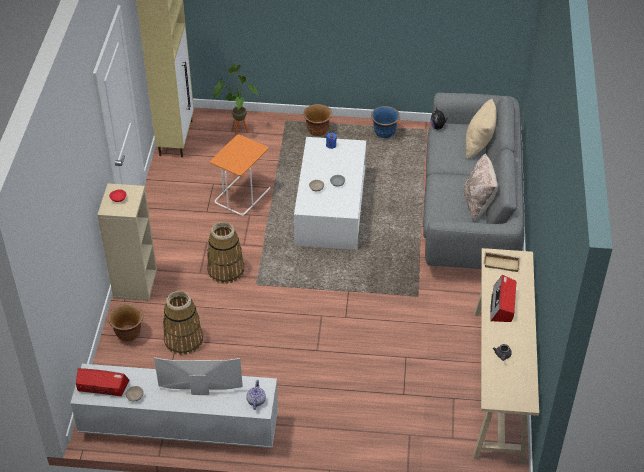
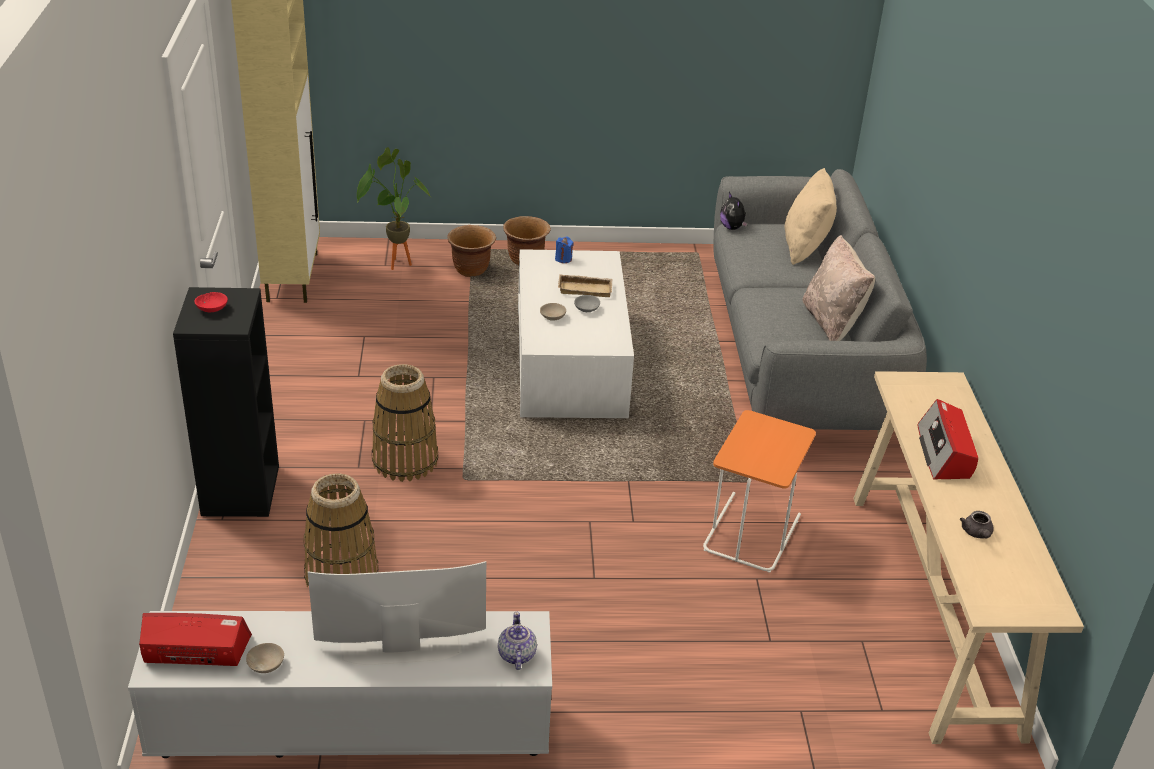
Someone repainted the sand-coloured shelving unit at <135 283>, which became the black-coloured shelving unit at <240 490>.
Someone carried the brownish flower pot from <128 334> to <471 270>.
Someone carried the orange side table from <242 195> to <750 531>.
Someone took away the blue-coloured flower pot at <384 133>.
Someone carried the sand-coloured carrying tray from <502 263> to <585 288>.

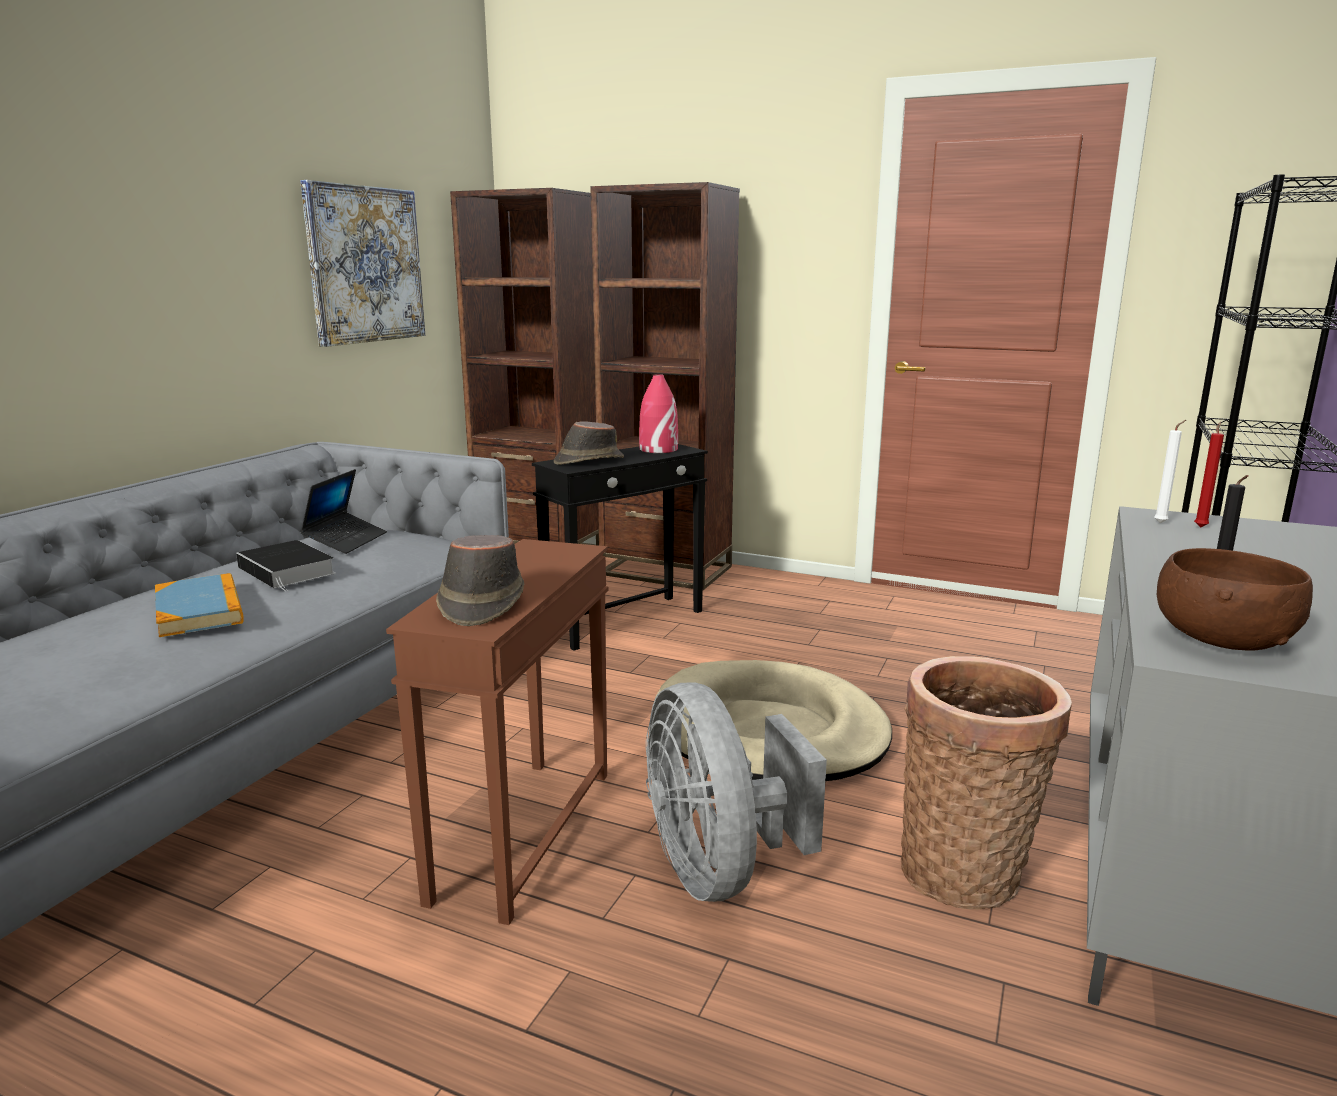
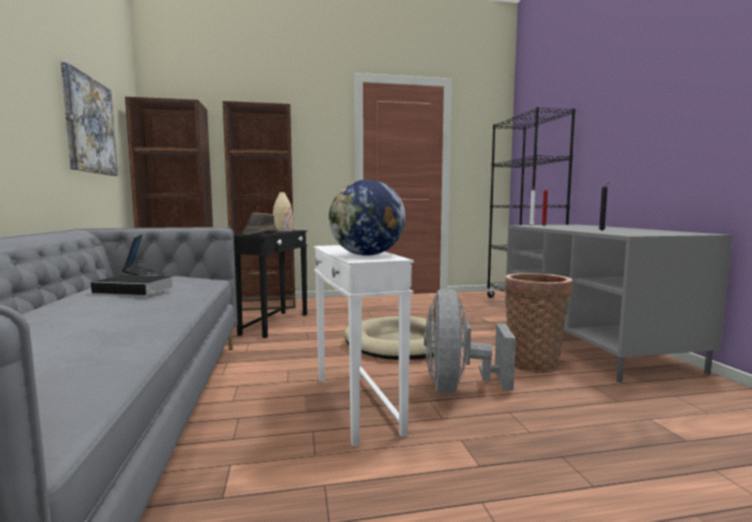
Someone took away the book at <199 610>.
Someone repainted the brownish side table at <522 834>, which became the whitish side table at <356 404>.
Someone swapped the brownish clothing hat at <481 603> for the desk globe at <367 255>.
Someone repainted the red-coloured vase at <658 449>, which became the sand-coloured vase at <283 230>.
Someone rotated the greyish cooling fan at <719 868> by 60 degrees clockwise.
Someone took away the brownish deep dish at <1220 640>.

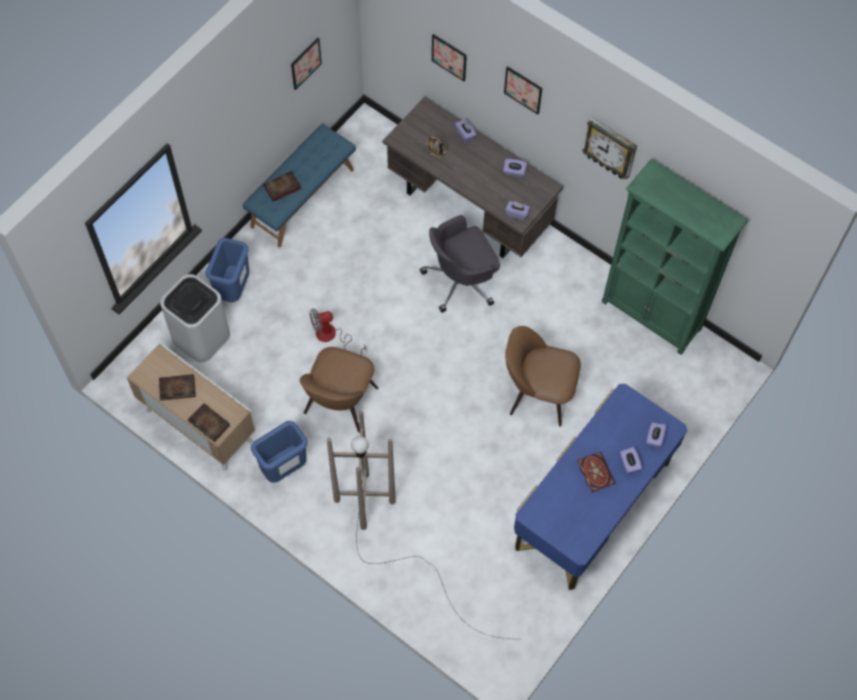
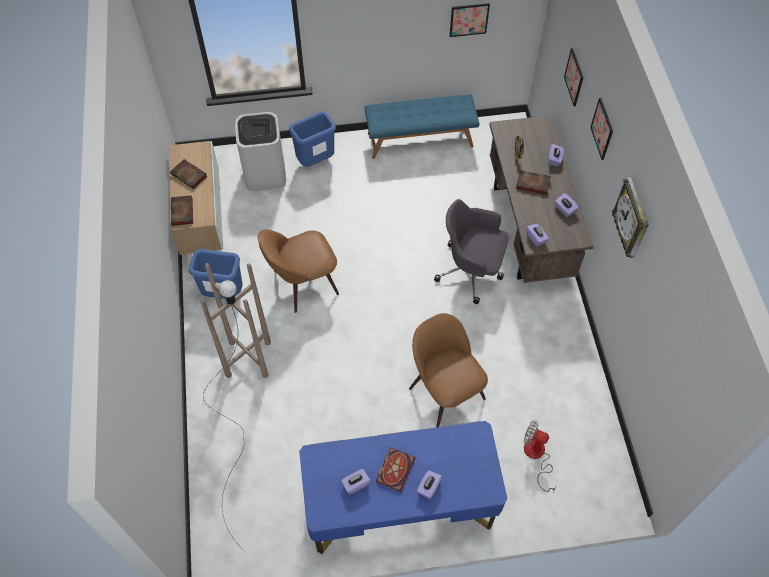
Someone carried the book from <281 188> to <532 184>.
Someone carried the cooling fan from <332 337> to <536 456>.
Someone took away the green shelving unit at <652 315>.
Someone carried the purplish box of tissues from <654 438> to <355 484>.

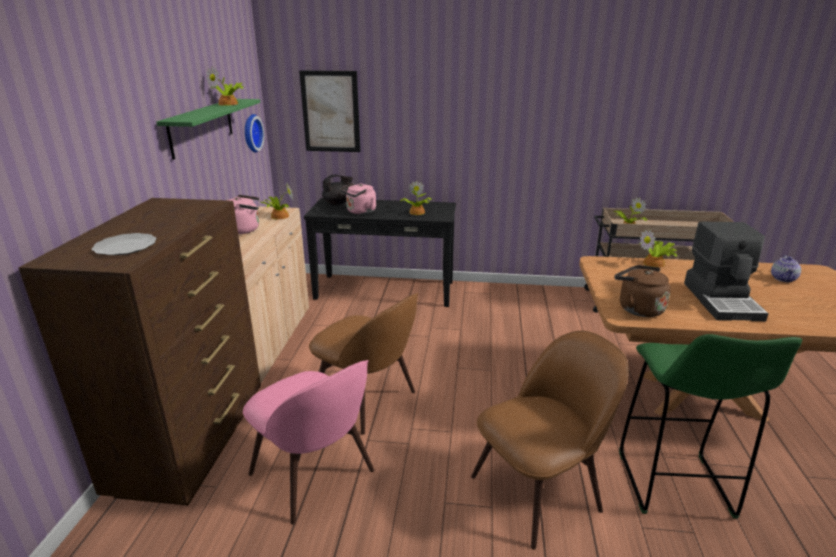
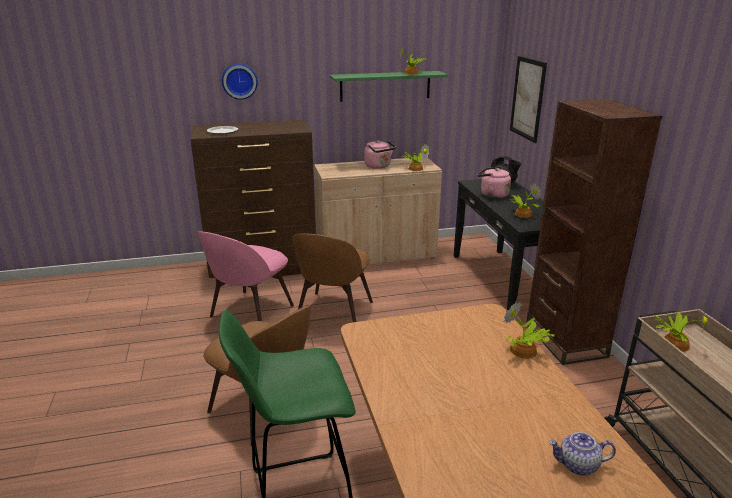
Someone carried the hanging clock from <251 133> to <239 81>.
Someone took away the brownish tea kettle at <637 308>.
Someone took away the coffee machine at <722 301>.
Someone put down the brownish shelving unit at <565 340>.

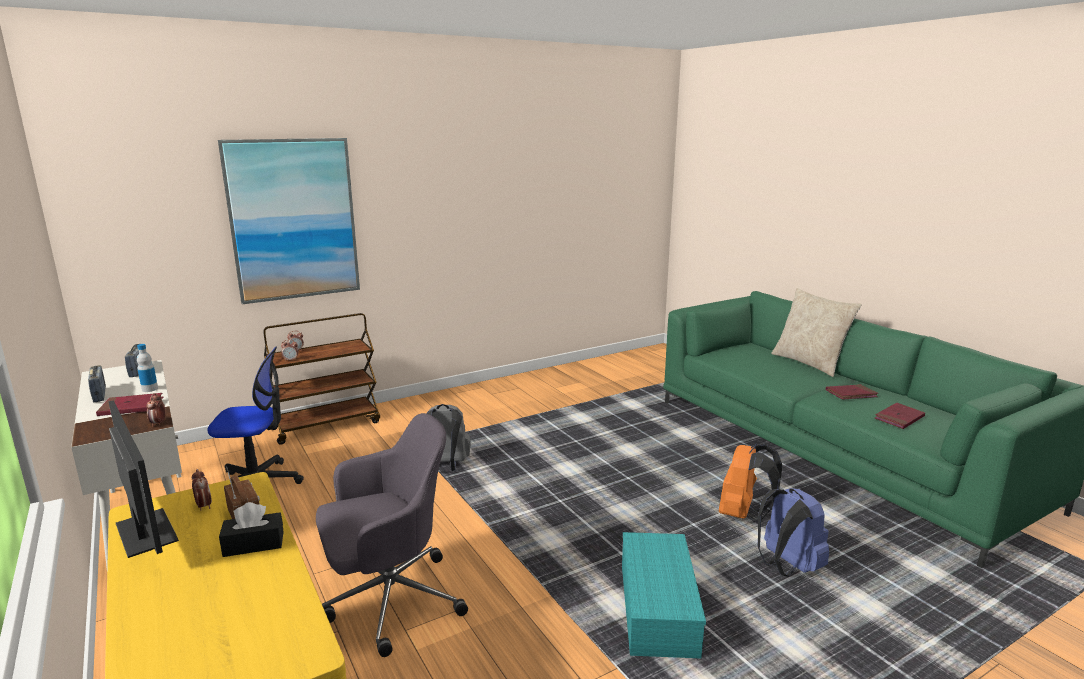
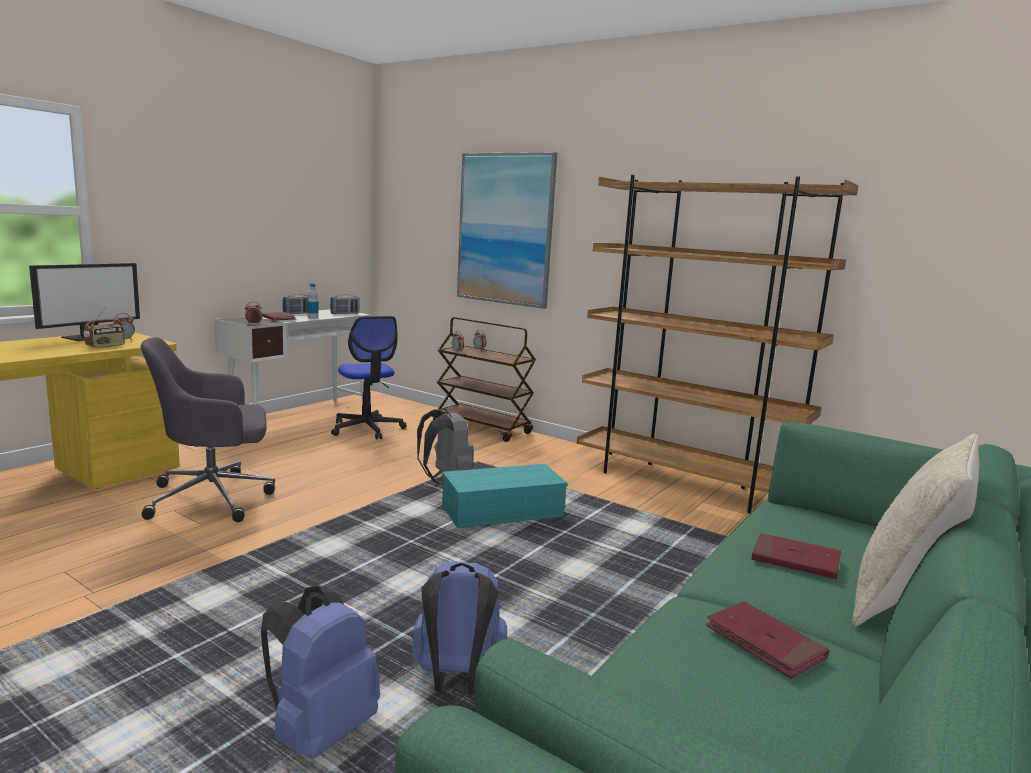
Someone took away the black-coloured box of tissues at <253 544>.
Someone rotated the greyish desk chair at <389 600> by 120 degrees clockwise.
Someone carried the turquoise storage bin from <656 607> to <503 511>.
Someone repainted the orange backpack at <743 514>, which became the blue-coloured backpack at <457 679>.
Someone carried the red-coloured book from <899 418> to <795 560>.
Someone put down the brownish shelving unit at <684 483>.

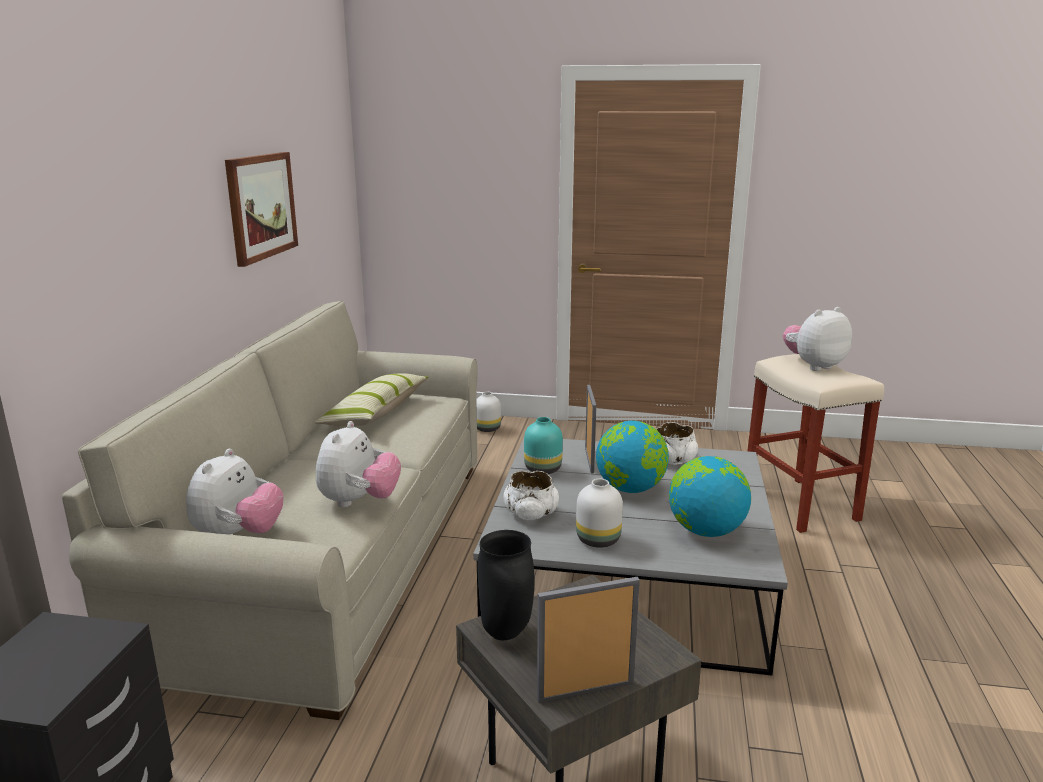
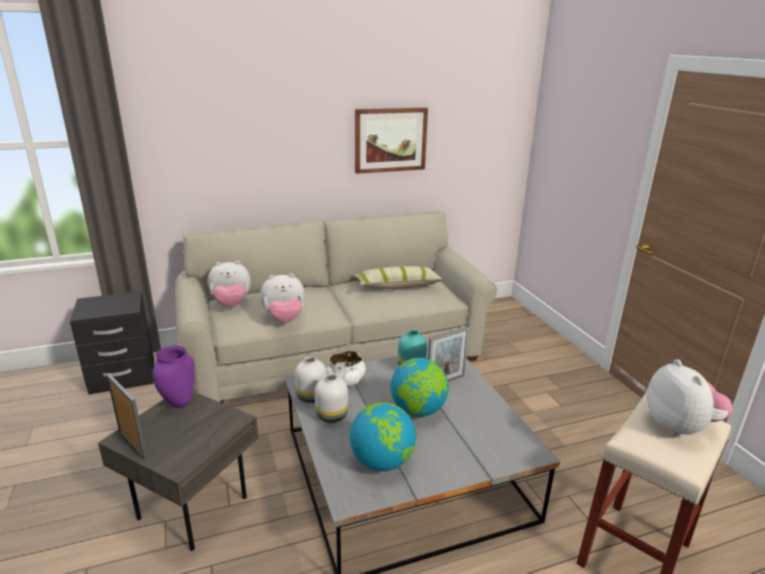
Someone carried the whitish vase from <488 429> to <311 397>.
Someone repainted the black-coloured vase at <504 633>, which became the purplish vase at <179 403>.
Someone took away the whitish deep dish at <672 460>.
Someone rotated the soft toy at <813 366> by 45 degrees clockwise.

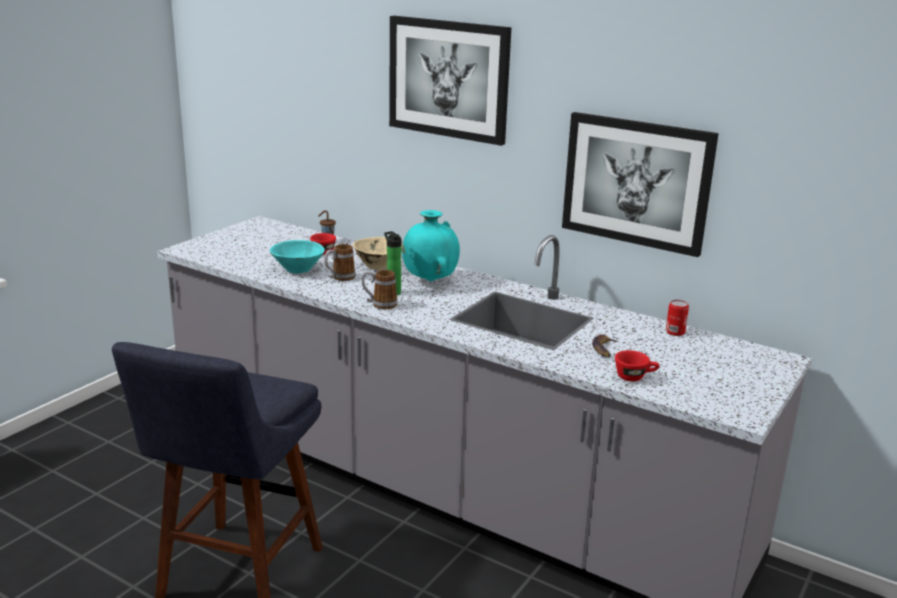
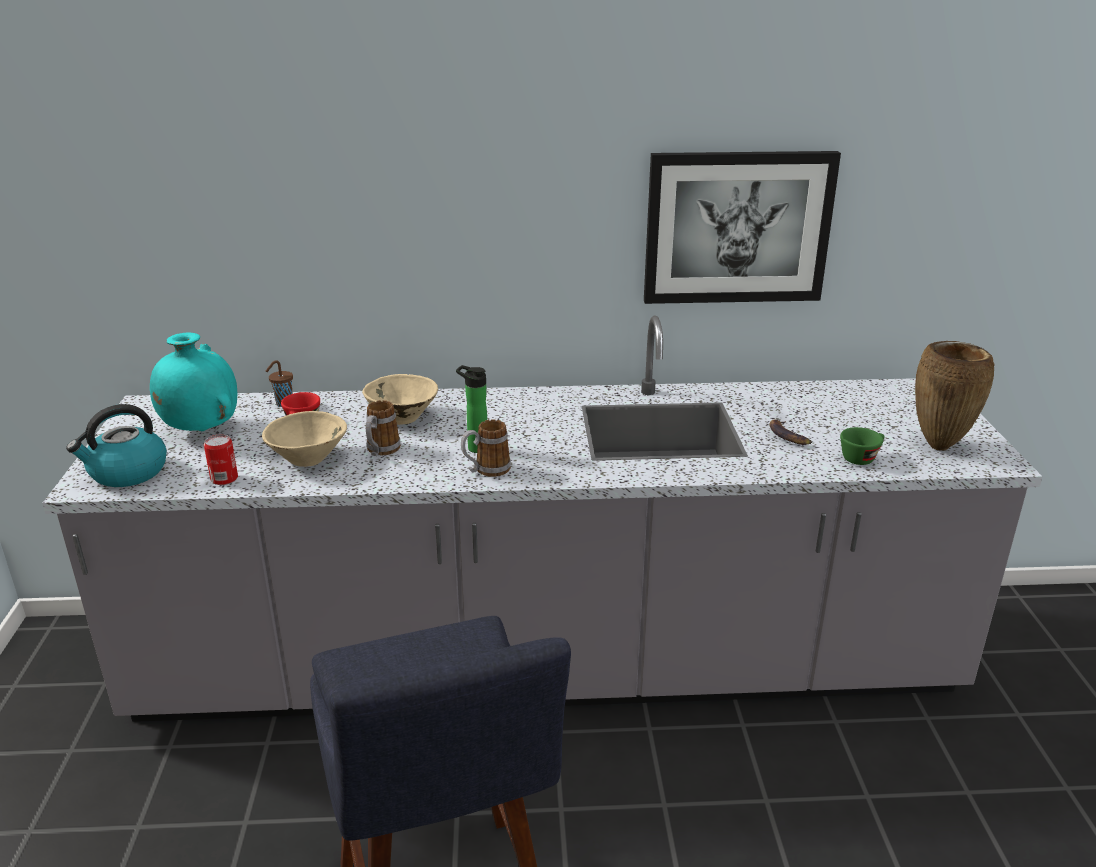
Someone repainted the turquoise deep dish at <297 270>, which became the sand-coloured deep dish at <308 459>.
Someone took away the wall picture at <448 79>.
Someone carried the turquoise vase from <430 280> to <201 430>.
Someone repainted the red-coloured cup at <635 377>, which became the green cup at <861 457>.
Someone carried the sealed can from <675 332> to <224 479>.
Someone put down the tea kettle at <127 473>.
Someone put down the brownish vase at <939 446>.

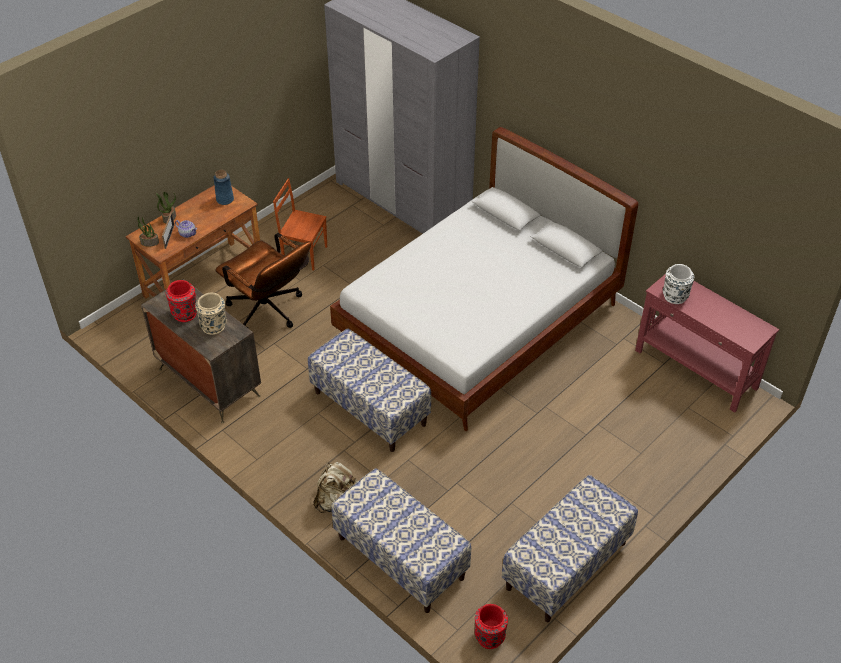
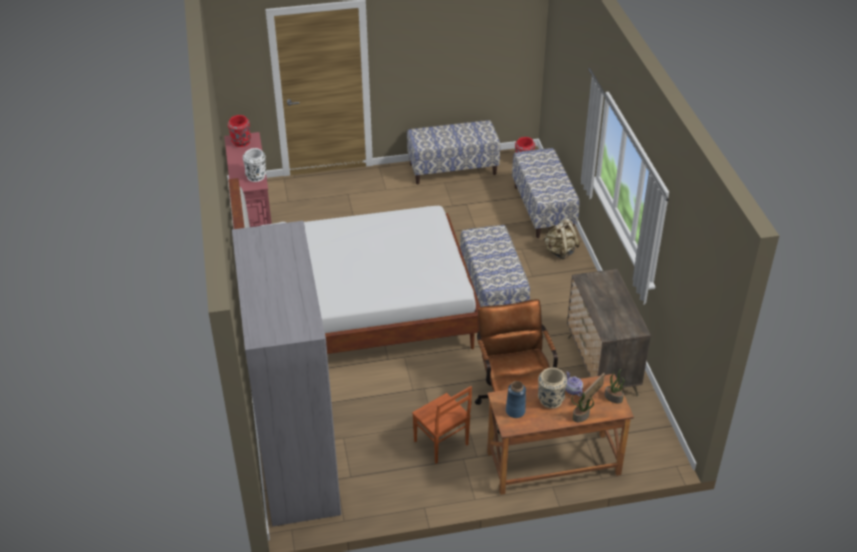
Someone carried the red-coloured vase from <185 313> to <241 142>.
Someone carried the sand-coloured vase from <214 326> to <550 400>.

